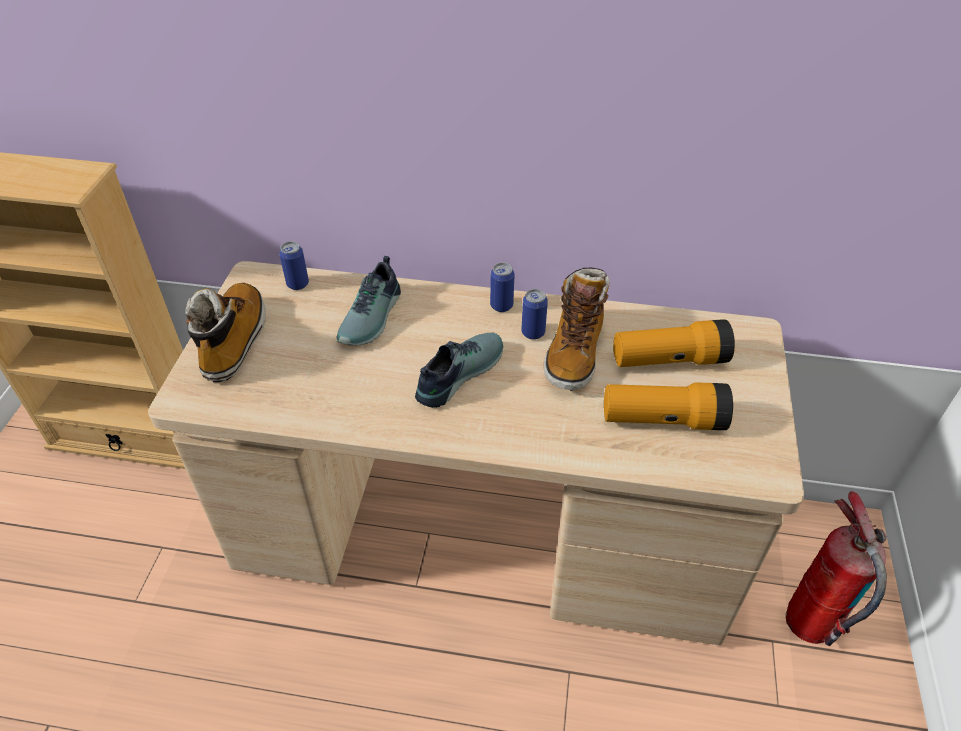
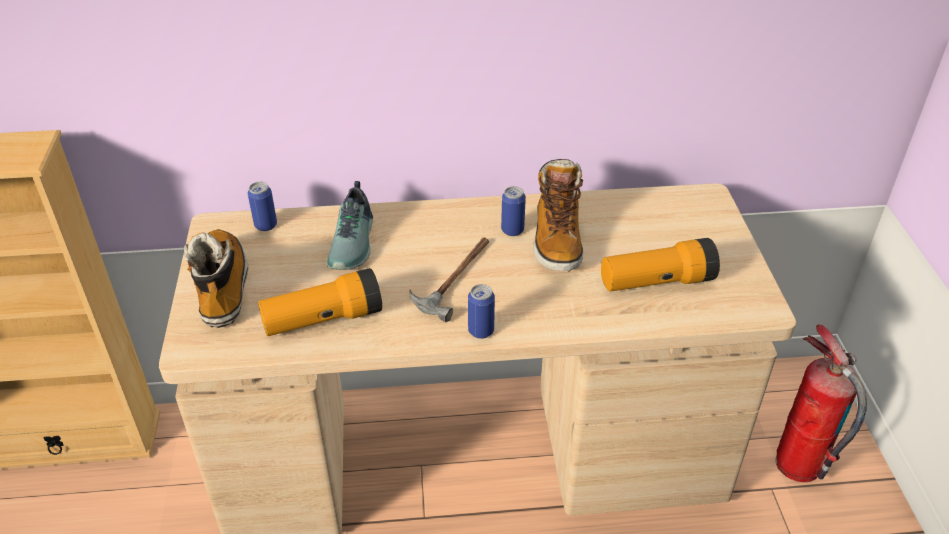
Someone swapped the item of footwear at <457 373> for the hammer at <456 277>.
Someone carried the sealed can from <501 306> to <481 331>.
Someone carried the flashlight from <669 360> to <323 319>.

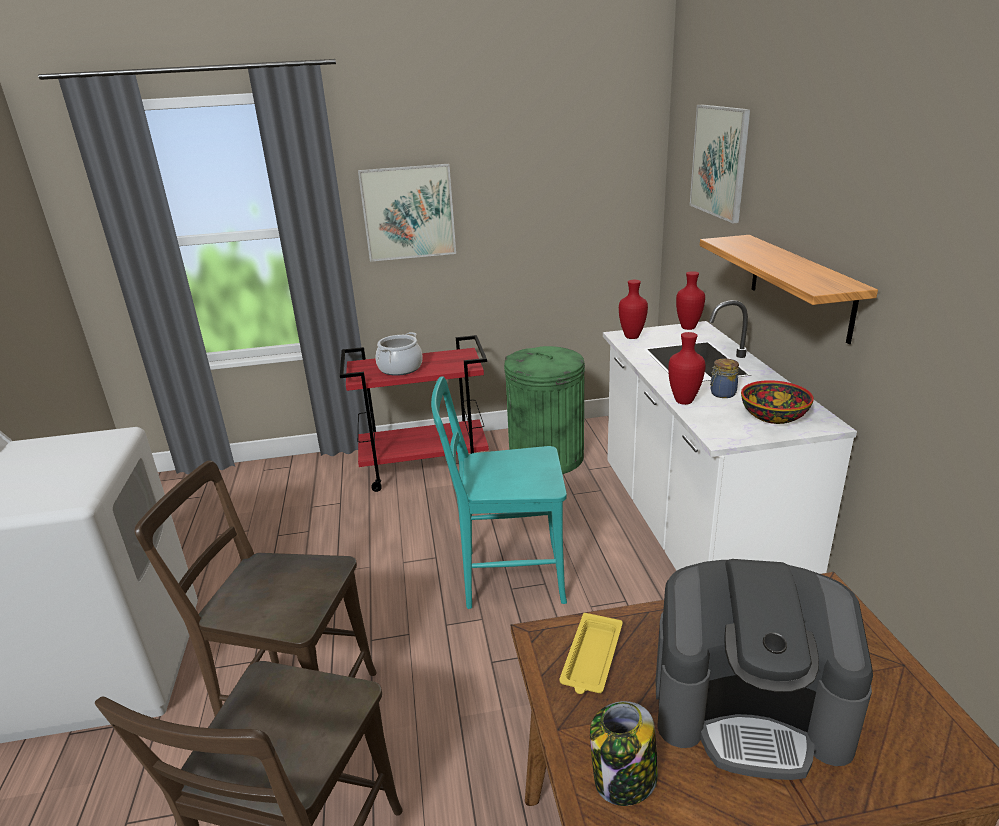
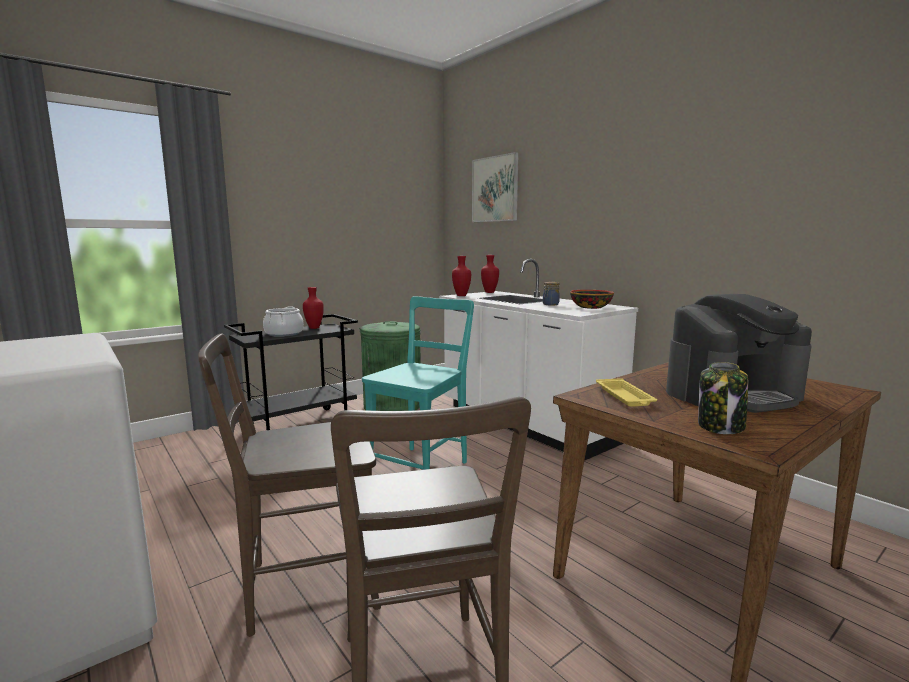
Someone repainted the red-coloured cart at <426 467>, which became the black-coloured cart at <300 424>.
Someone took away the wall picture at <408 212>.
Someone rotated the turquoise chair at <506 576> by 150 degrees clockwise.
Someone carried the red-coloured vase from <683 402> to <314 328>.
Someone took away the shelf at <800 286>.

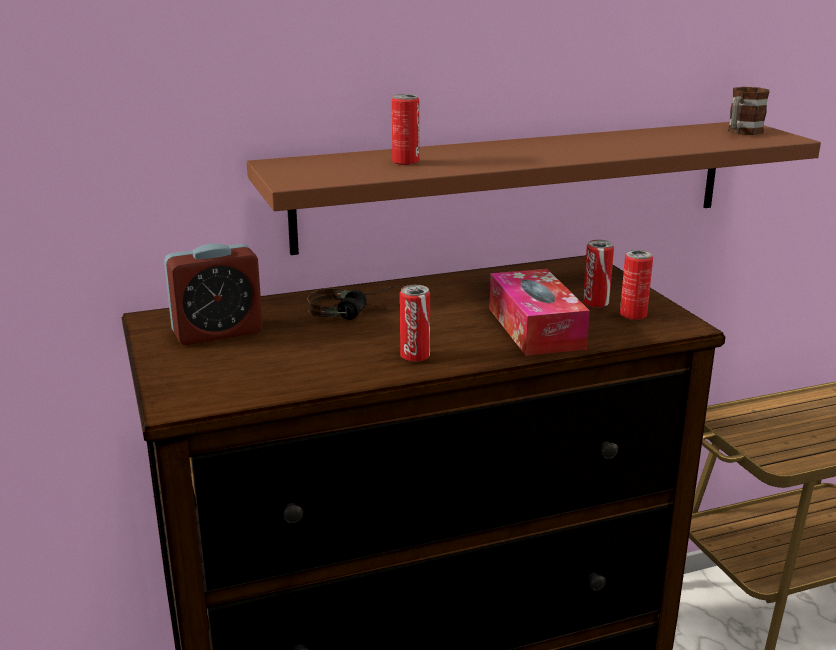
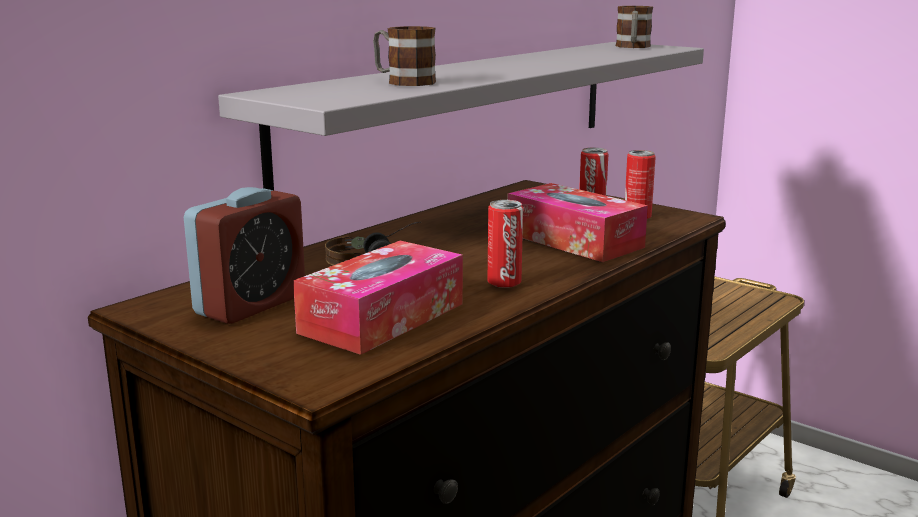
Someone repainted the brownish shelf at <517 184>, which became the greyish shelf at <459 112>.
Someone swapped the sealed can at <405 162> for the mug at <403 82>.
Someone put down the box of tissues at <382 318>.

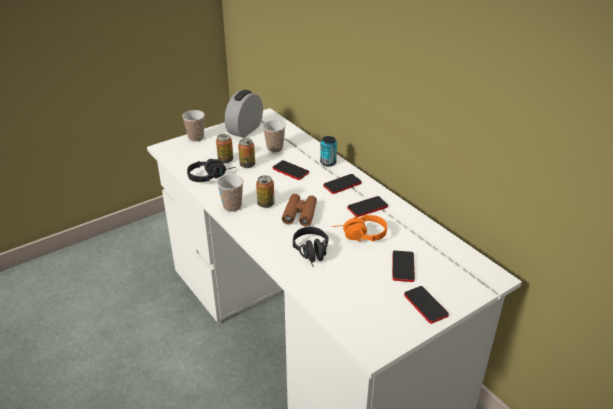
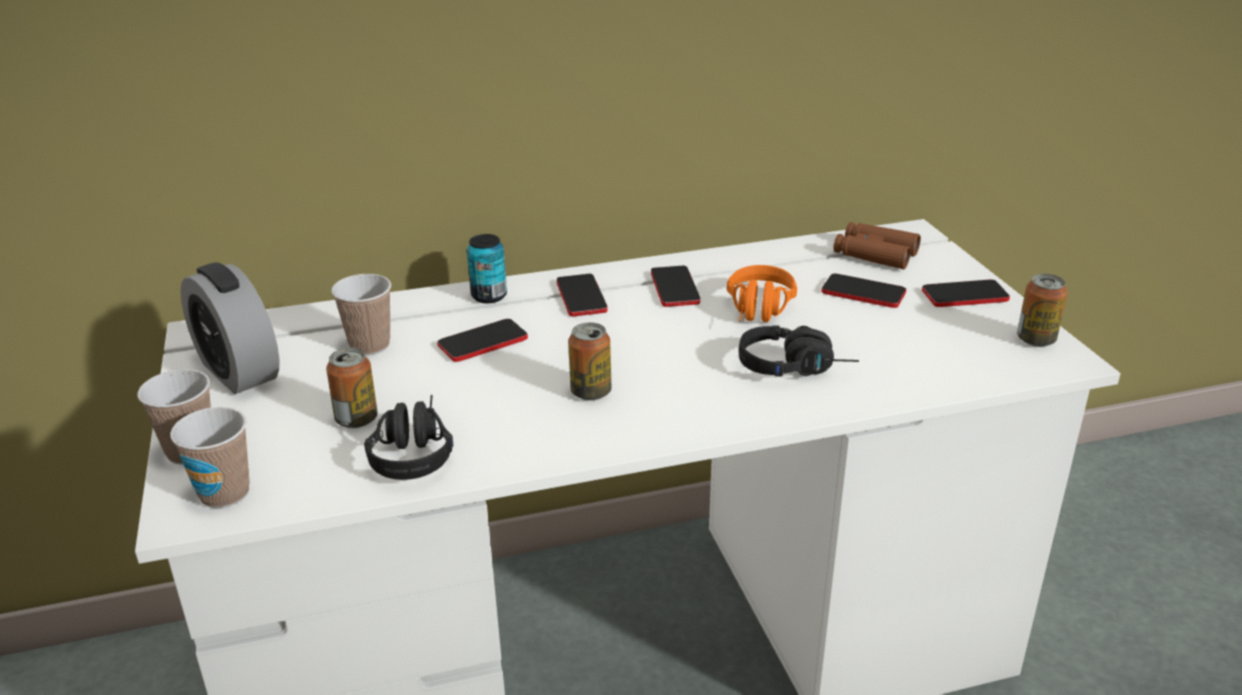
Someone carried the cup from <232 206> to <225 493>.
Someone carried the sealed can from <247 165> to <1036 340>.
Someone carried the brownish field glasses from <300 214> to <875 254>.

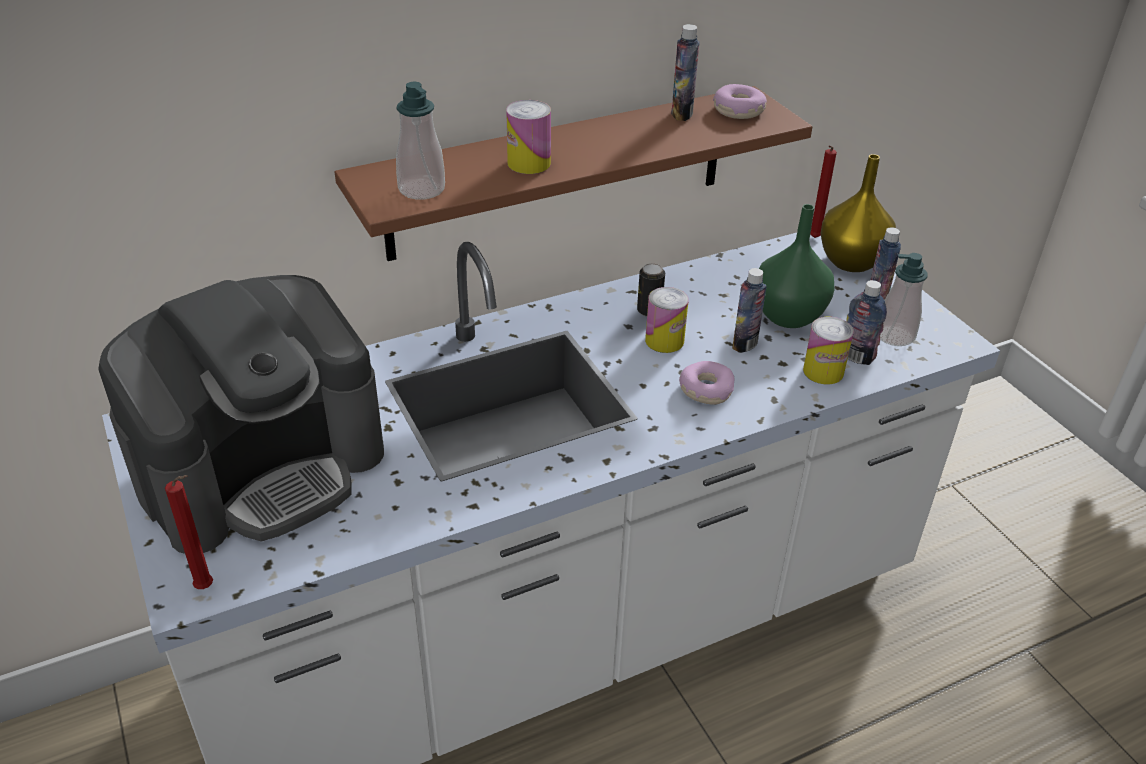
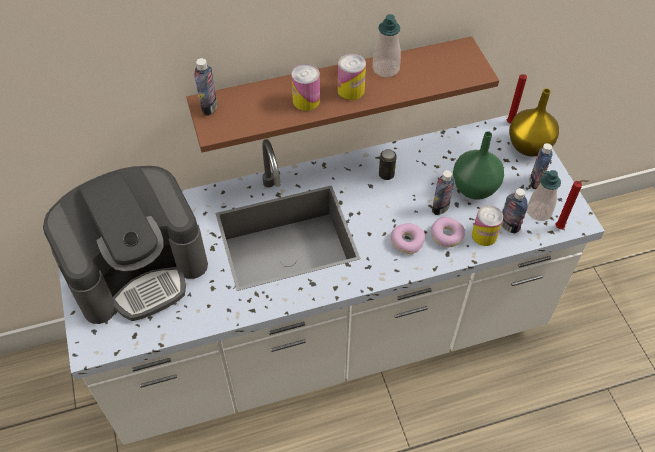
Someone carried the red-coloured wax candle from <207 588> to <561 228>.
Someone carried the soap dispenser from <421 189> to <386 69>.
Someone carried the sealed can from <664 341> to <351 90>.
Someone carried the beverage bottle from <682 114> to <209 107>.
Someone carried the doughnut from <738 111> to <446 236>.

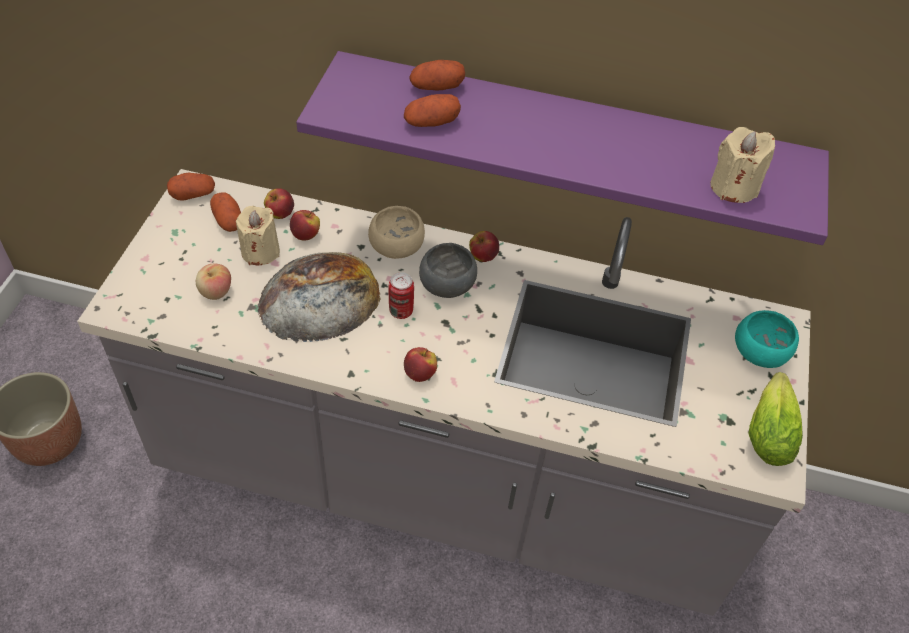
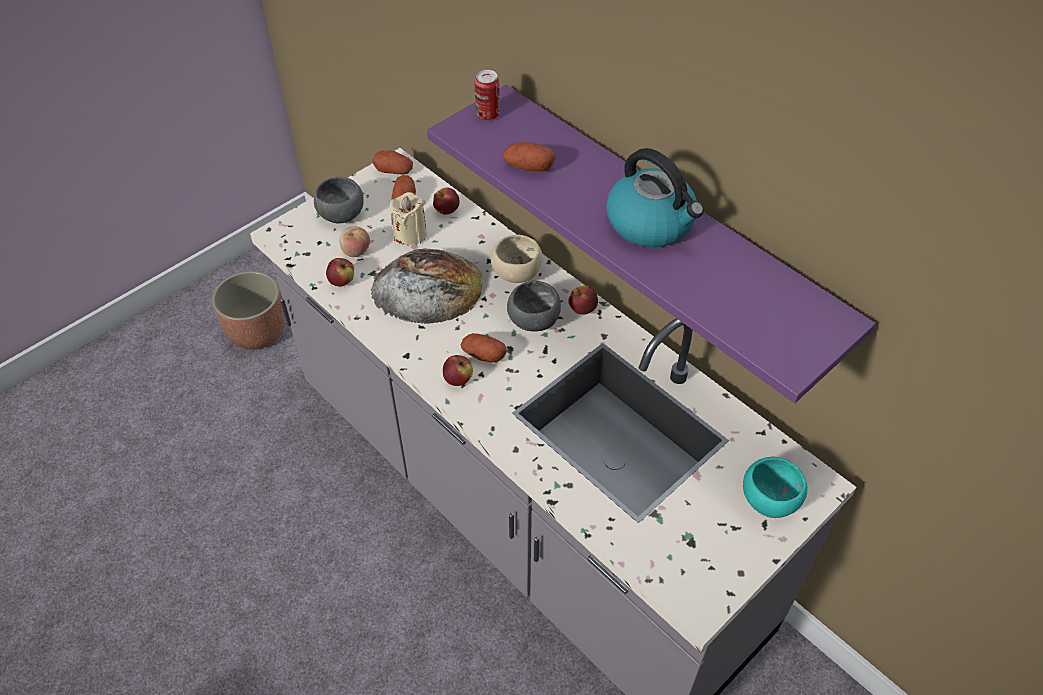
Someone carried the apple from <306 235> to <342 281>.
Someone carried the sealed can from <401 311> to <488 114>.
Someone carried the whole potato from <436 87> to <483 355>.
Someone took away the sand-coloured wax candle at <733 187>.
Someone took away the lettuce head at <769 429>.
Someone put down the greyish deep dish at <341 213>.
Someone put down the tea kettle at <651 223>.

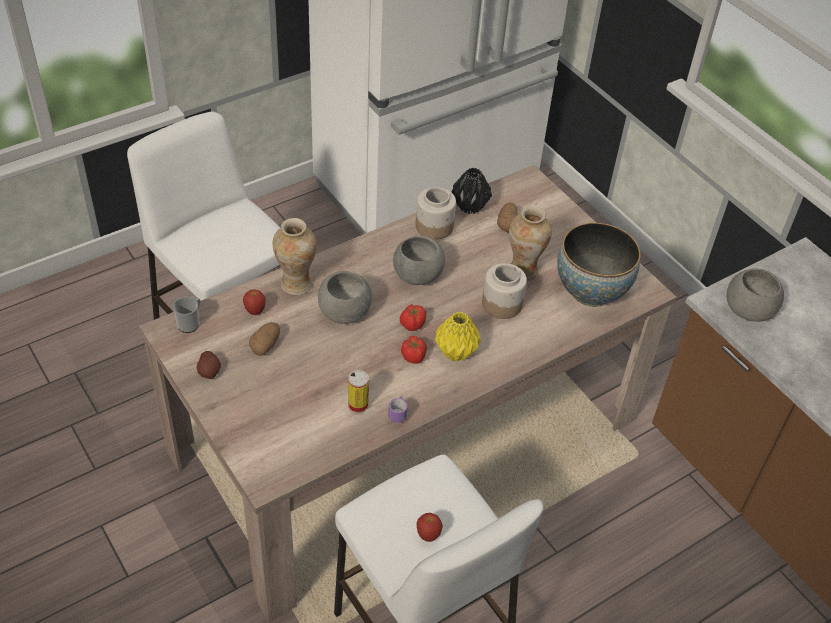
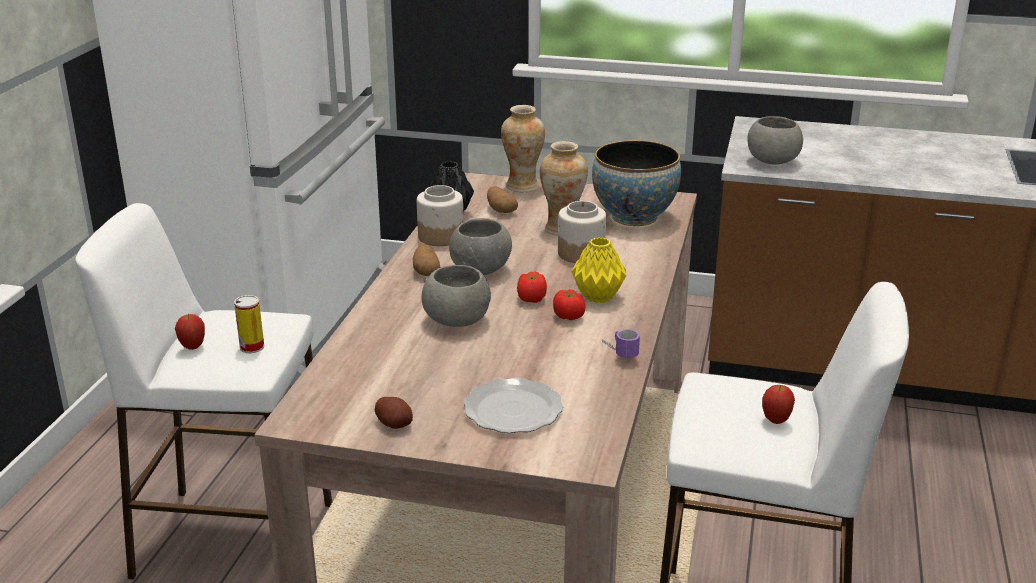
Someone took away the mug at <190 323>.
Someone carried the apple from <255 311> to <192 347>.
Someone carried the whole potato from <266 345> to <426 272>.
Someone carried the vase from <296 284> to <522 186>.
Someone carried the sealed can from <358 405> to <252 347>.
Someone put down the flat dish at <512 409>.

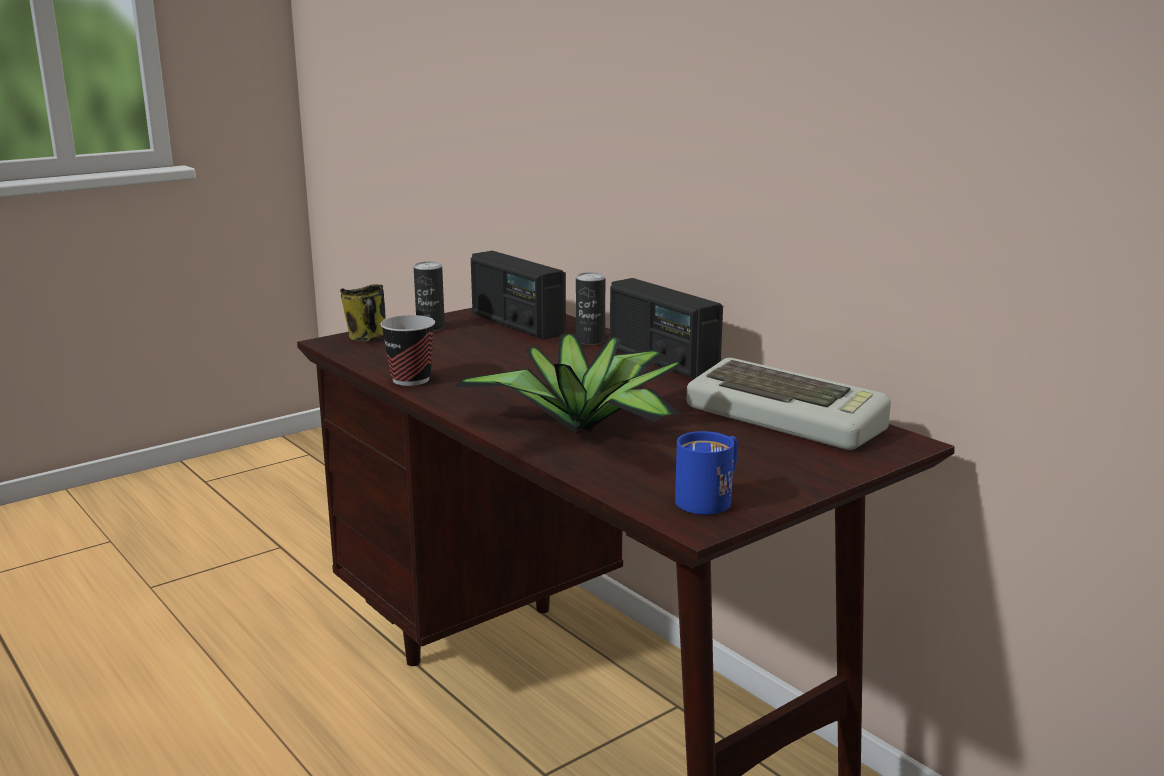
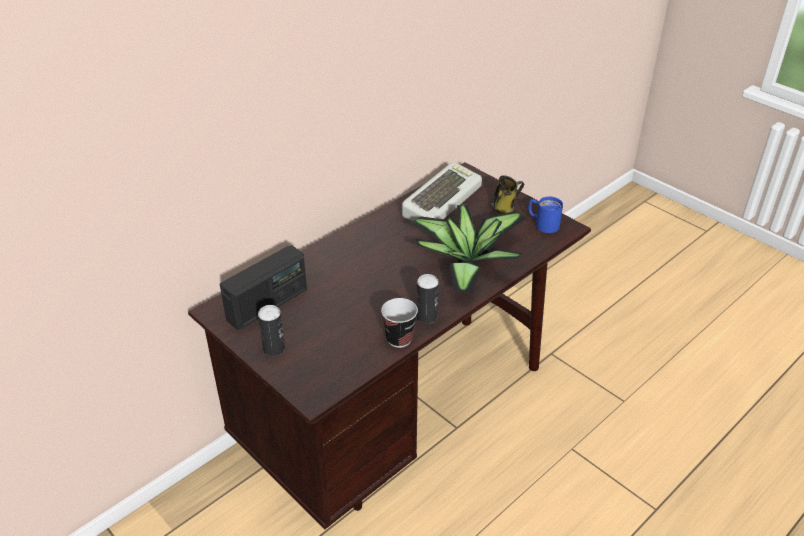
Someone carried the mug from <368 338> to <504 208>.
Someone carried the sealed can from <590 341> to <426 317>.
Someone took away the radio receiver at <662 361>.

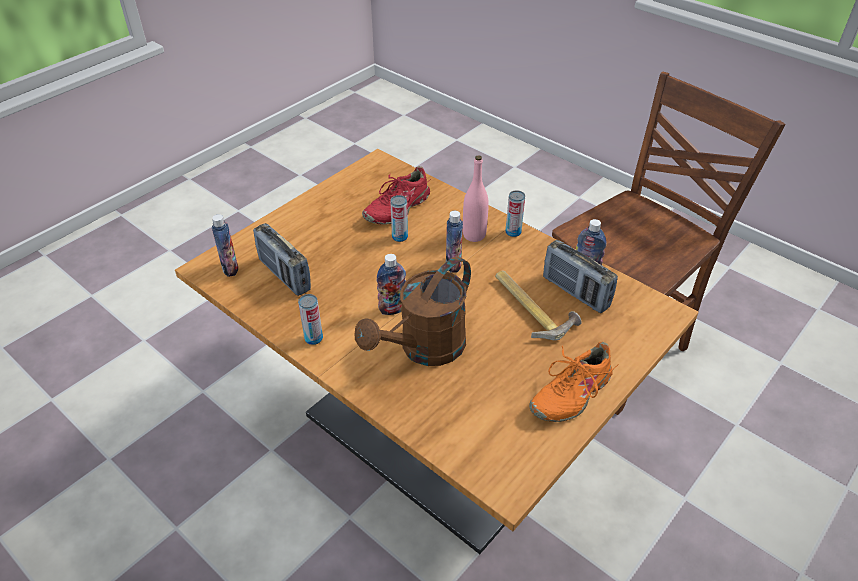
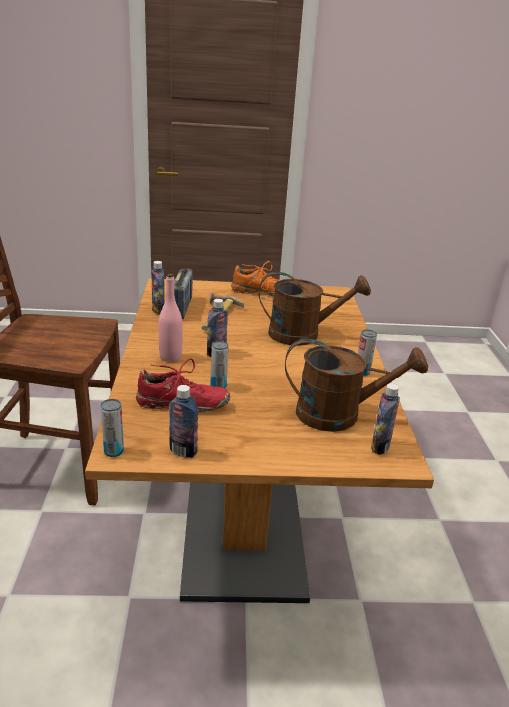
Someone swapped the radio receiver at <284 275> for the brownish watering pot at <339 415>.
Someone carried the beverage bottle from <392 309> to <183 451>.
Someone carried the sealed can from <513 232> to <114 451>.

